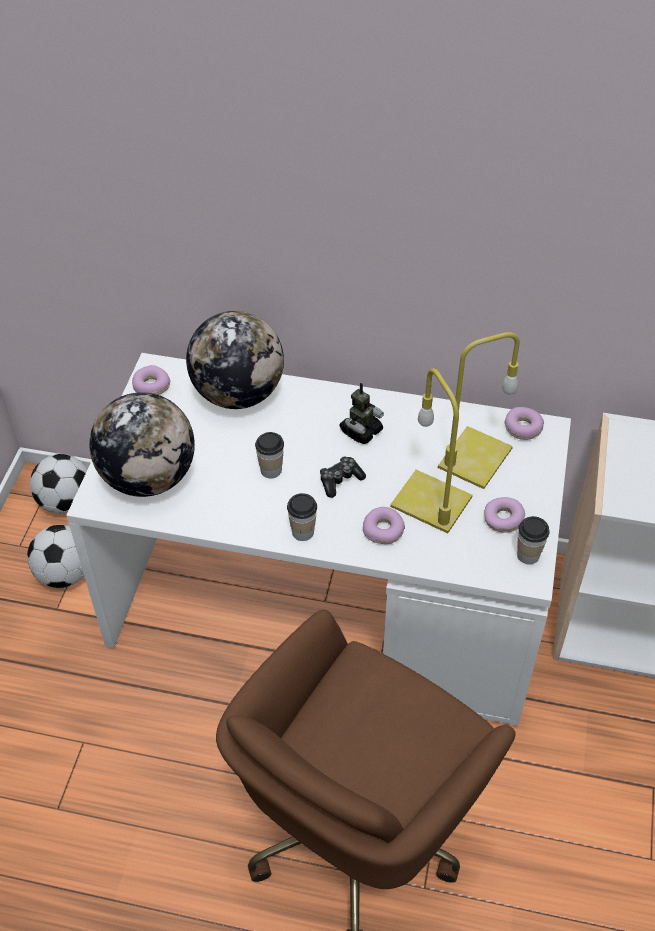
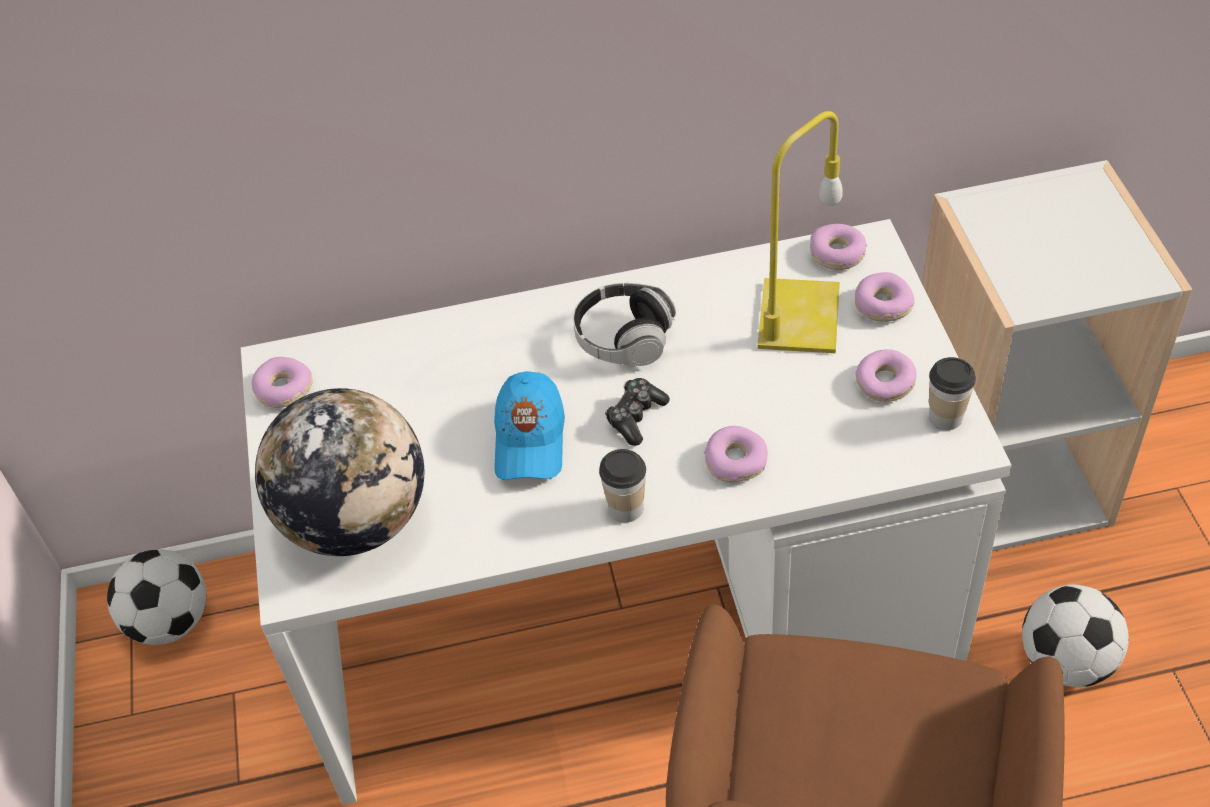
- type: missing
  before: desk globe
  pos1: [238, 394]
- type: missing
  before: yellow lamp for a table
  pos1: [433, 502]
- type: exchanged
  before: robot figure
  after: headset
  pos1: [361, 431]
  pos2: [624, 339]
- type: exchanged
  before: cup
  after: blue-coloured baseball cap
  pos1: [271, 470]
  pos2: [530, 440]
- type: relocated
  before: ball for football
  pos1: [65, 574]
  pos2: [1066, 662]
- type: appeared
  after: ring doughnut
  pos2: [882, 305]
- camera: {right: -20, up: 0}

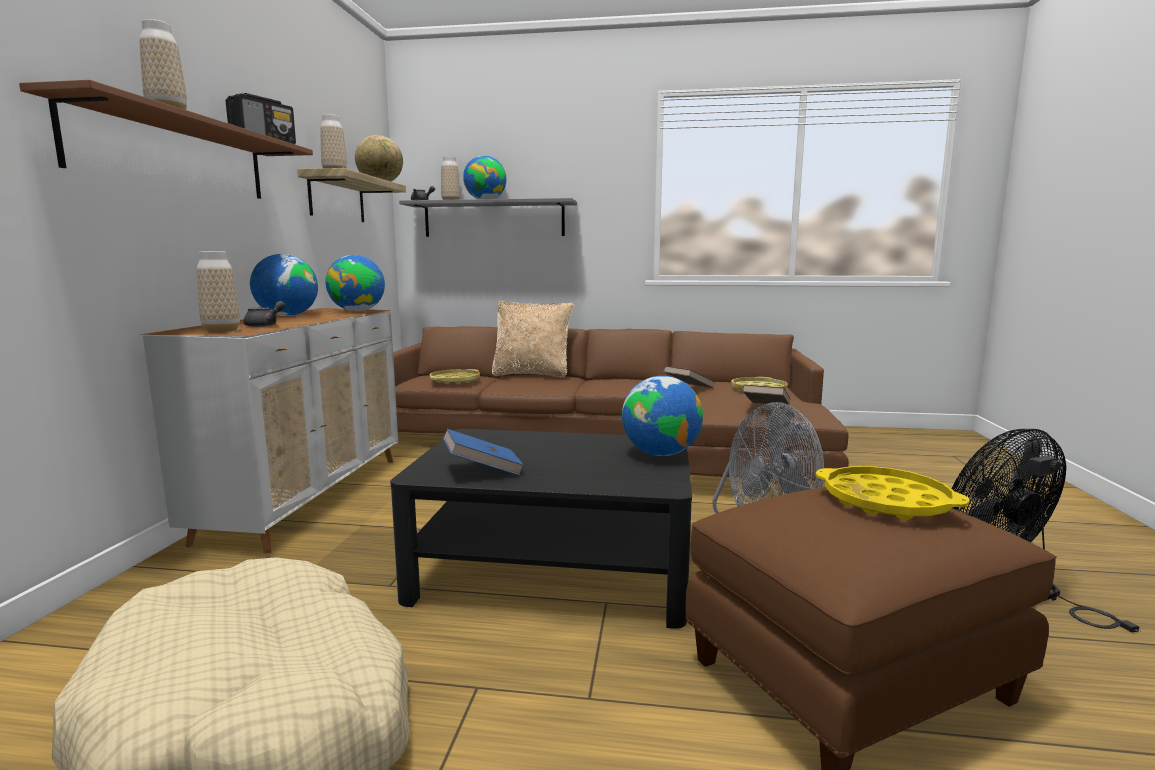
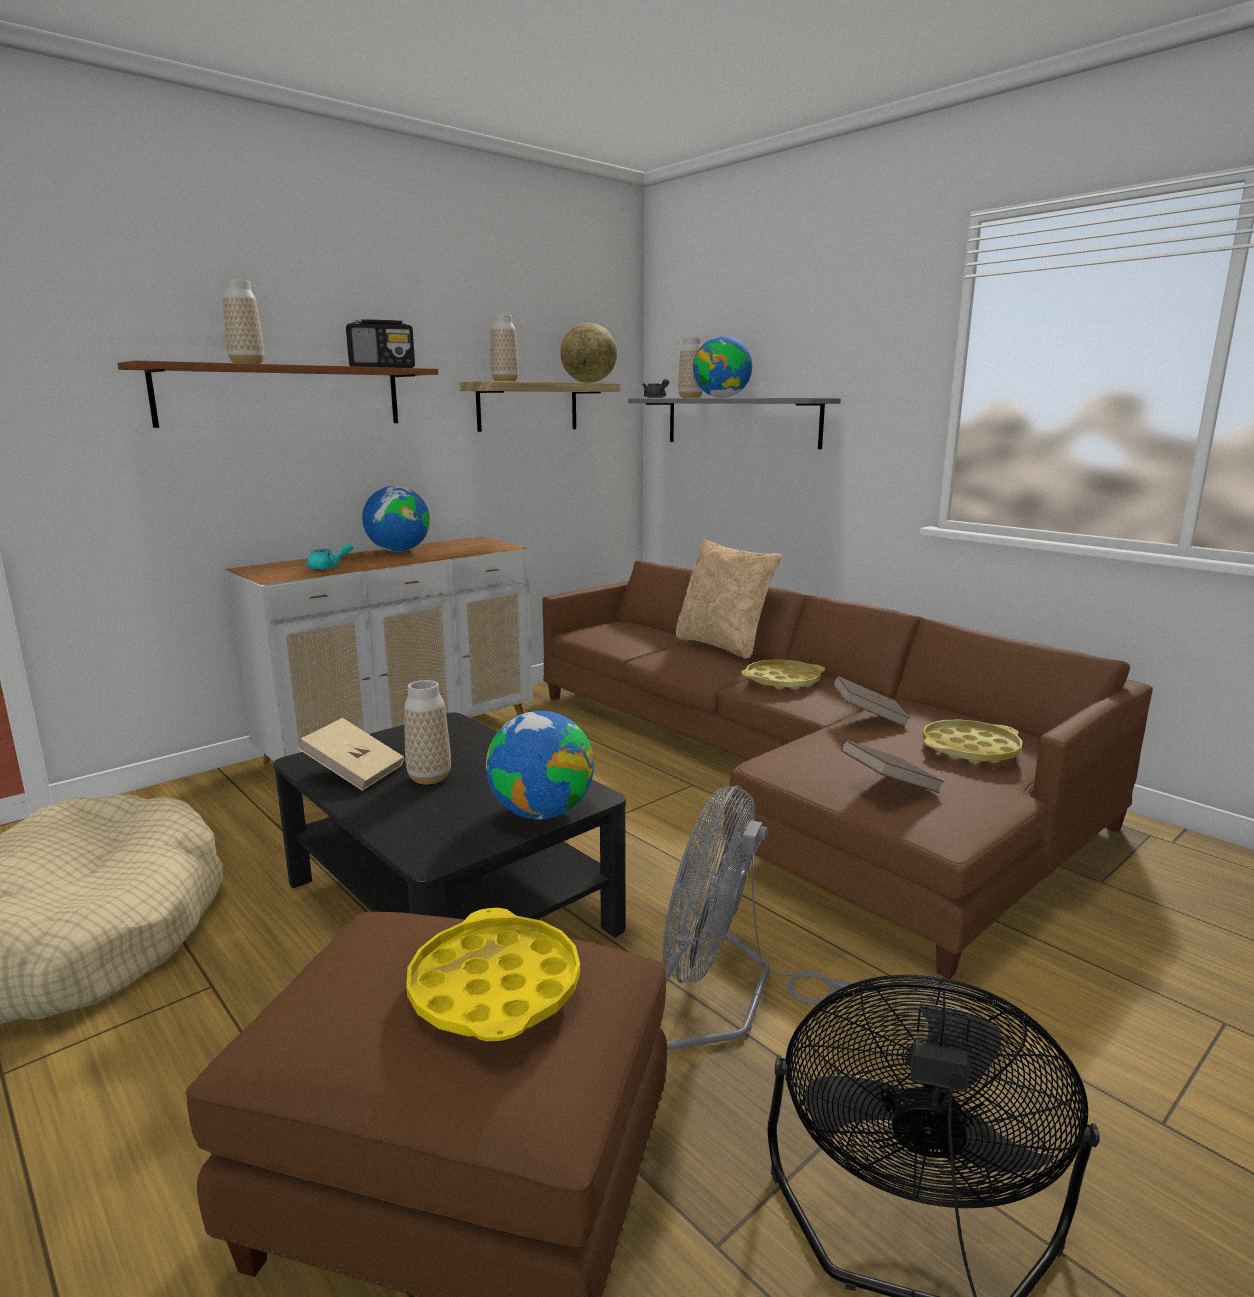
- type: relocated
  before: vase
  pos1: [221, 330]
  pos2: [429, 778]
- type: missing
  before: desk globe
  pos1: [357, 311]
- type: colour
  before: greyish teapot
  after: blue-green teapot
  pos1: [265, 325]
  pos2: [328, 568]
- type: relocated
  before: yellow carrying tray
  pos1: [455, 381]
  pos2: [782, 681]
- type: colour
  before: blue-coloured book
  after: beige book
  pos1: [483, 470]
  pos2: [354, 772]
- camera: {right: 40, up: 5}

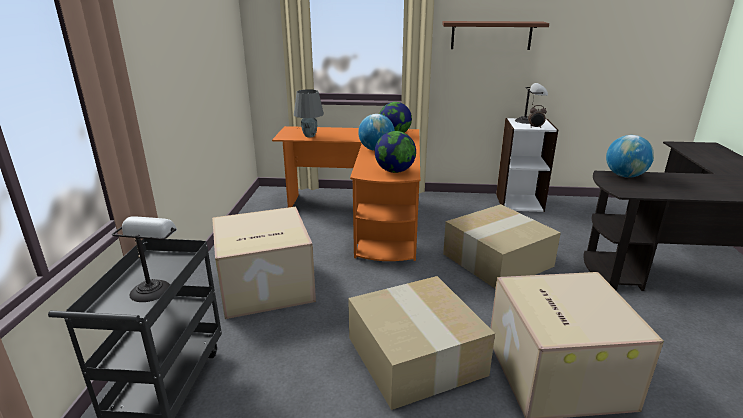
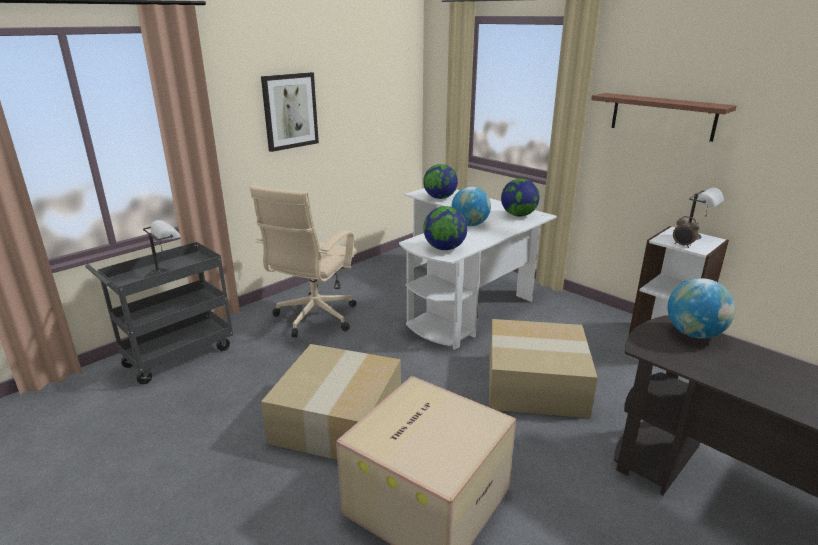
- type: exchanged
  before: greyish lamp for a table
  after: desk globe
  pos1: [310, 136]
  pos2: [440, 198]
- type: colour
  before: orangey desk table
  after: white desk table
  pos1: [364, 218]
  pos2: [467, 295]
- type: exchanged
  before: packing box
  after: beige desk chair
  pos1: [264, 287]
  pos2: [313, 319]
- type: appeared
  after: wall art
  pos2: [290, 111]
- camera: {right: 40, up: 0}

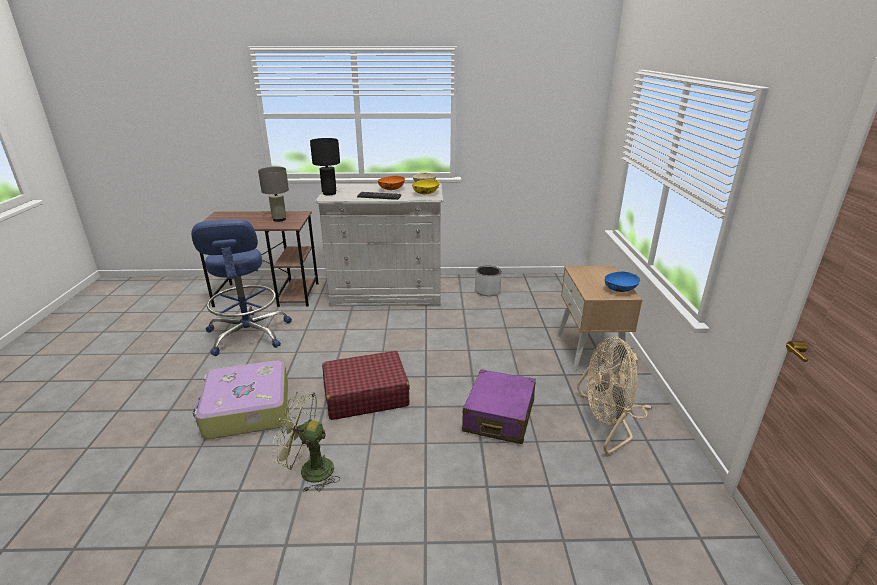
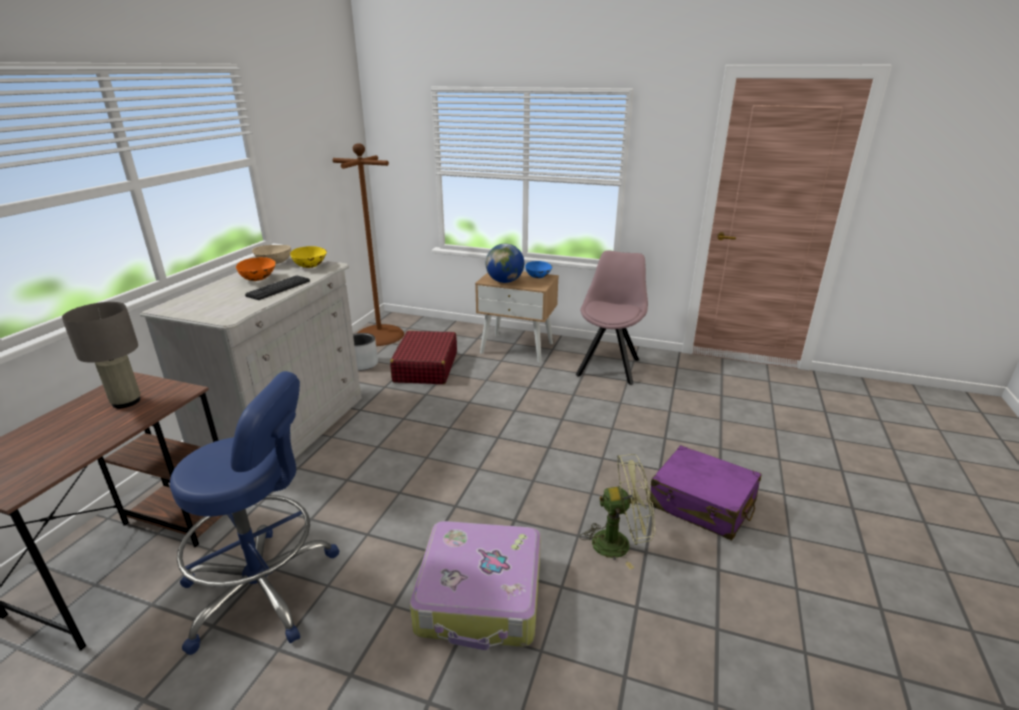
- type: missing
  before: black lamp for a table
  pos1: [329, 193]
- type: exchanged
  before: beige fan
  after: pinkish plain chair
  pos1: [610, 421]
  pos2: [609, 367]
- type: relocated
  before: red suitcase
  pos1: [365, 395]
  pos2: [425, 367]
- type: relocated
  before: purple suitcase
  pos1: [499, 416]
  pos2: [702, 504]
- type: spun
  before: greenish fan
  pos1: [309, 470]
  pos2: [619, 543]
  turn: -120
- type: appeared
  after: brown garment rack
  pos2: [379, 335]
- type: appeared
  after: desk globe
  pos2: [505, 281]
- camera: {right: -70, up: 0}

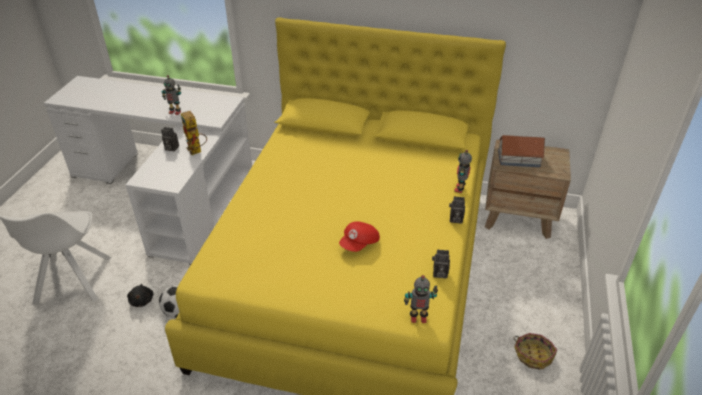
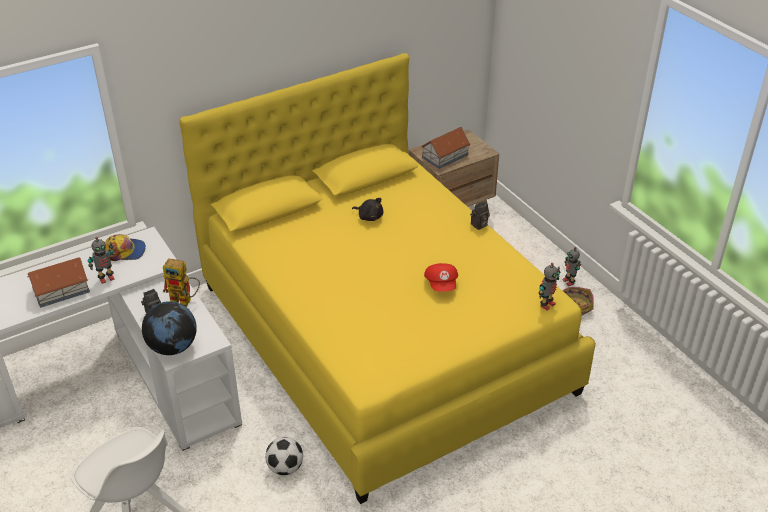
- type: relocated
  before: robot figure
  pos1: [460, 189]
  pos2: [569, 281]
- type: missing
  before: still camera
  pos1: [439, 273]
- type: relocated
  before: black plush toy
  pos1: [142, 300]
  pos2: [369, 216]
- type: appeared
  after: baseball cap
  pos2: [124, 251]
- type: appeared
  after: miniature house
  pos2: [62, 290]
- type: appeared
  after: desk globe
  pos2: [173, 347]
- camera: {right: -45, up: 0}

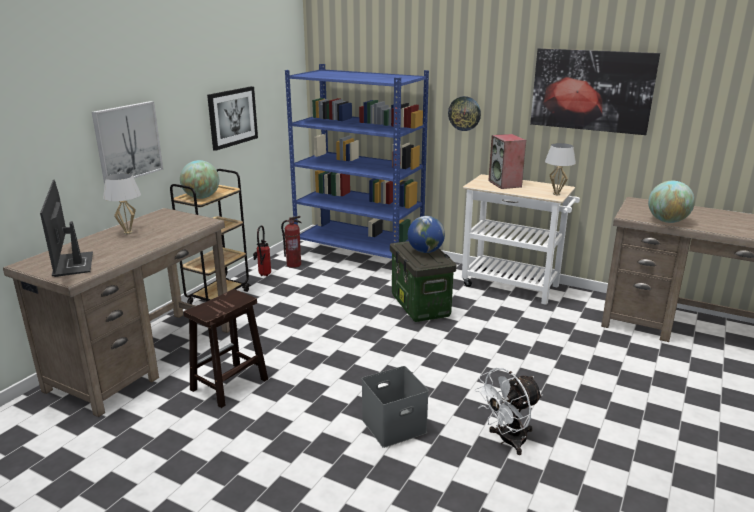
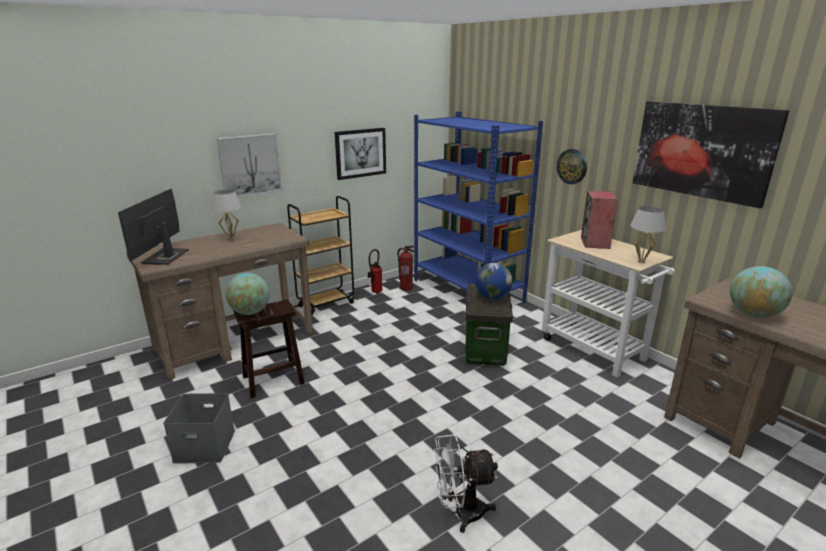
- type: relocated
  before: desk globe
  pos1: [201, 197]
  pos2: [250, 312]
- type: relocated
  before: greyish storage box
  pos1: [394, 425]
  pos2: [206, 445]
- camera: {right: 25, up: 0}

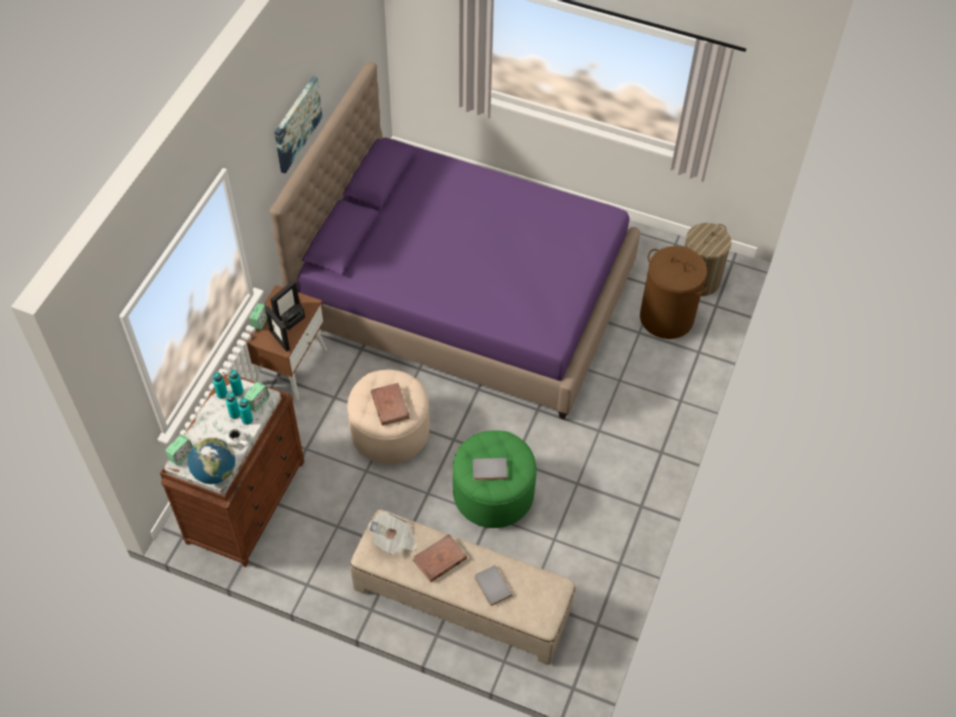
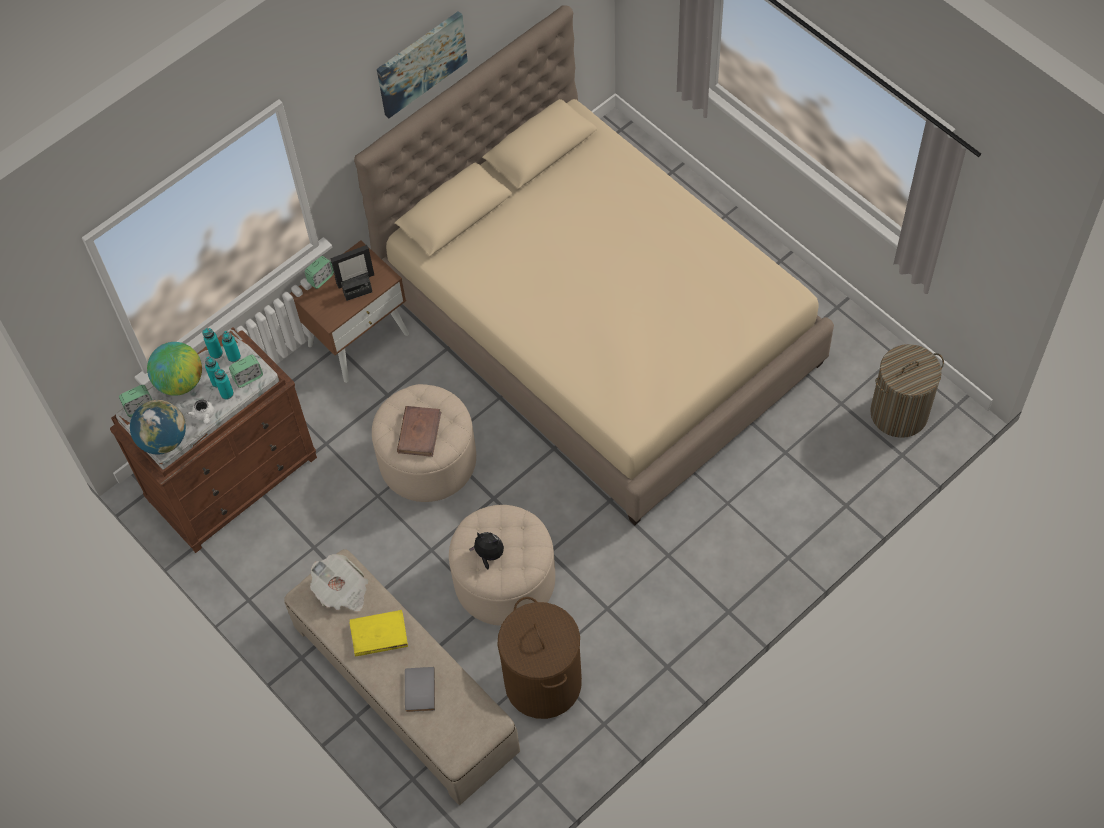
- type: colour
  before: purple sleeping bed
  after: beige sleeping bed
  pos1: [463, 295]
  pos2: [599, 325]
- type: relocated
  before: brown laundry basket
  pos1: [667, 317]
  pos2: [543, 683]
- type: missing
  before: standing frame
  pos1: [280, 340]
- type: colour
  before: greenish footrest
  after: beige footrest
  pos1: [493, 493]
  pos2: [504, 580]
- type: exchanged
  before: greyish book
  after: plush toy
  pos1: [490, 471]
  pos2: [488, 555]
- type: colour
  before: brown book
  after: yellow book
  pos1: [439, 560]
  pos2: [378, 635]
- type: appeared
  after: desk globe
  pos2: [180, 382]
- camera: {right: 30, up: 5}

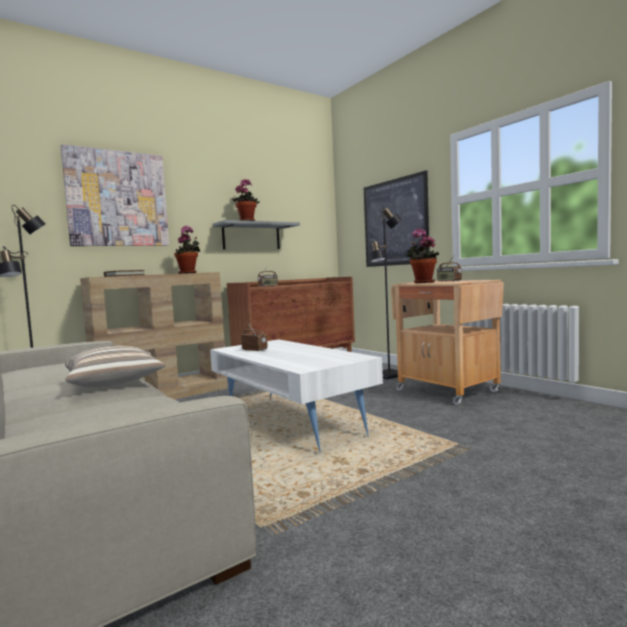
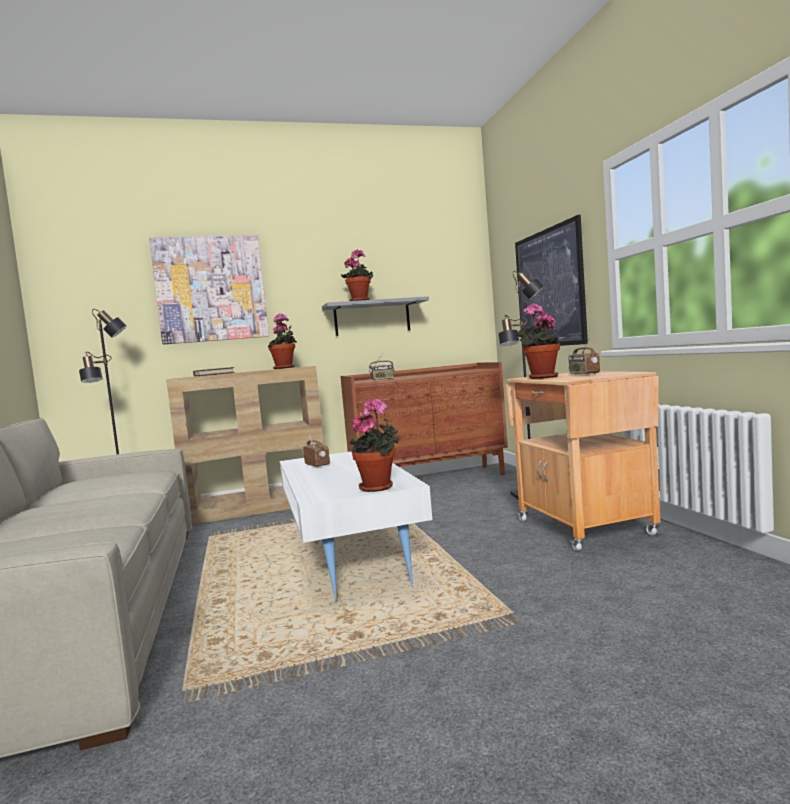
- type: missing
  before: throw pillow
  pos1: [115, 383]
- type: appeared
  after: plant in a pot
  pos2: [379, 487]
- camera: {right: 20, up: 0}

